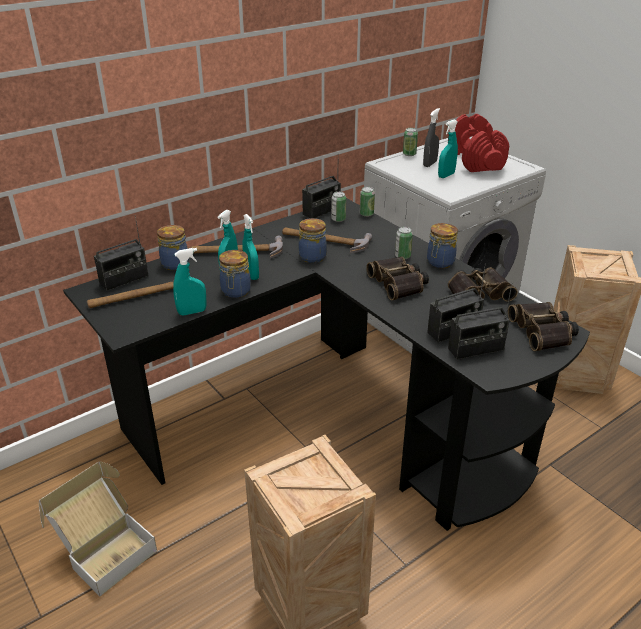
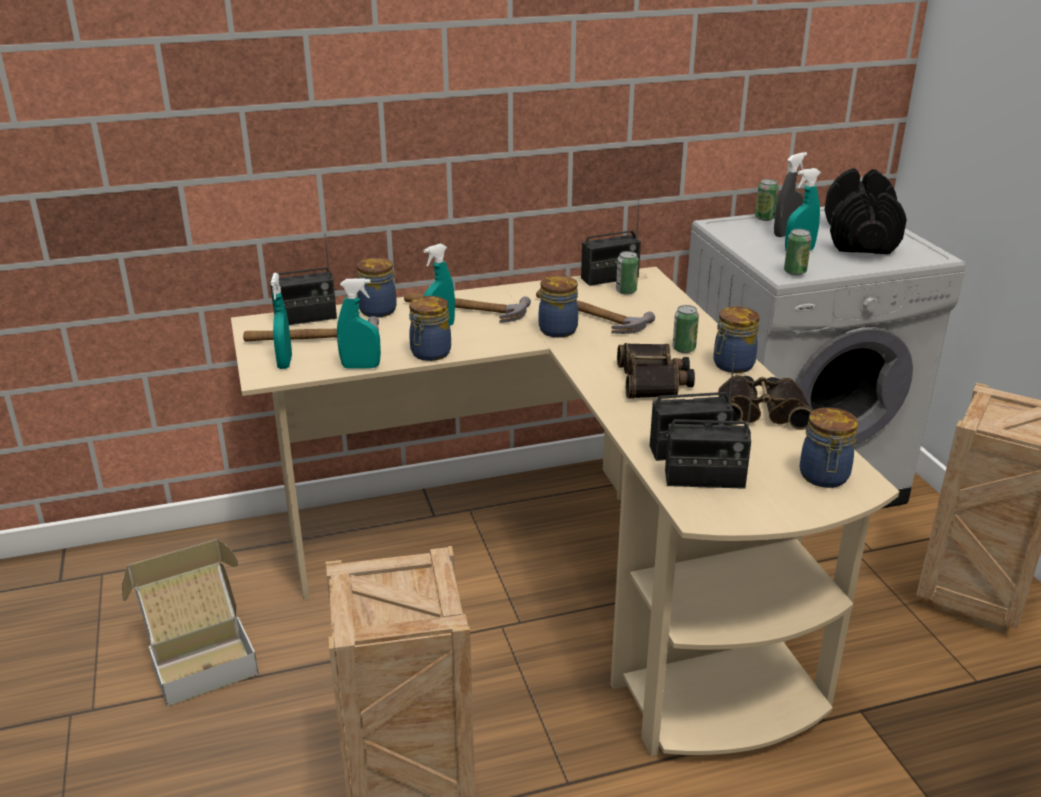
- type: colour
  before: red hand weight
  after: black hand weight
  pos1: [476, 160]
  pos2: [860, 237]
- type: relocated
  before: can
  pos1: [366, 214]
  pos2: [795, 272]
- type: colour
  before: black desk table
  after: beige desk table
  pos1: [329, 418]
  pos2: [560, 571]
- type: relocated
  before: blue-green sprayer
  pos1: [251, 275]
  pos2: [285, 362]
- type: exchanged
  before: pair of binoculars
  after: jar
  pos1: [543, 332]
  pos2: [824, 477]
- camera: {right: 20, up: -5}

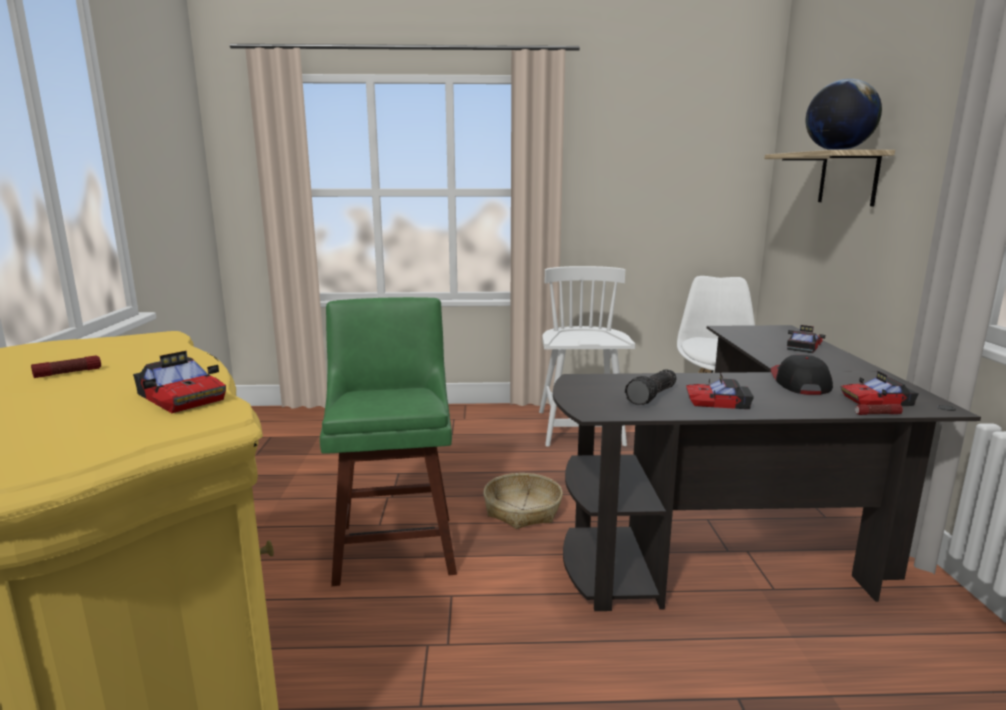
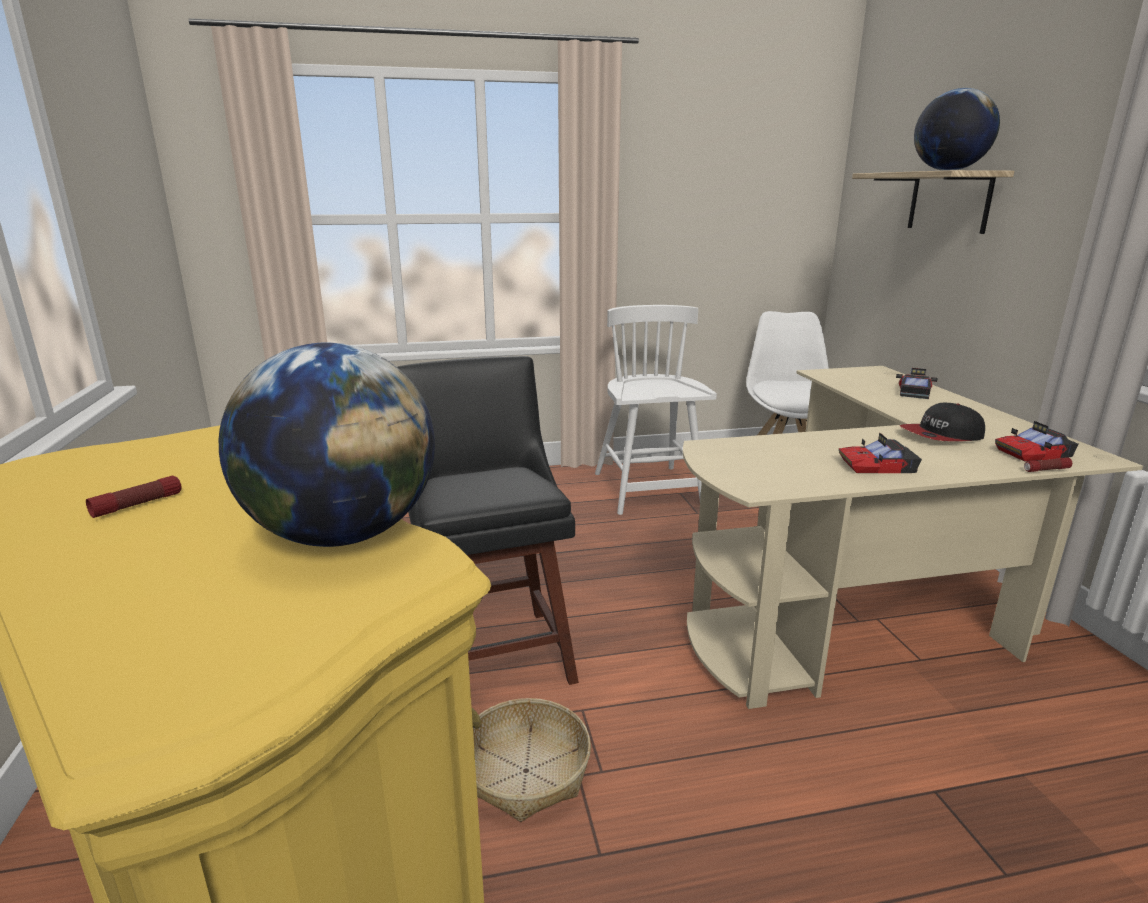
- type: colour
  before: greenish plain chair
  after: black plain chair
  pos1: [396, 544]
  pos2: [493, 652]
- type: colour
  before: black desk table
  after: beige desk table
  pos1: [744, 534]
  pos2: [867, 600]
- type: exchanged
  before: model car
  after: desk globe
  pos1: [181, 397]
  pos2: [343, 534]
- type: spun
  before: baseball cap
  pos1: [799, 382]
  pos2: [941, 435]
  turn: -105
- type: missing
  before: hand torch
  pos1: [653, 396]
- type: relocated
  before: basket
  pos1: [523, 510]
  pos2: [526, 771]
- camera: {right: -10, up: 5}

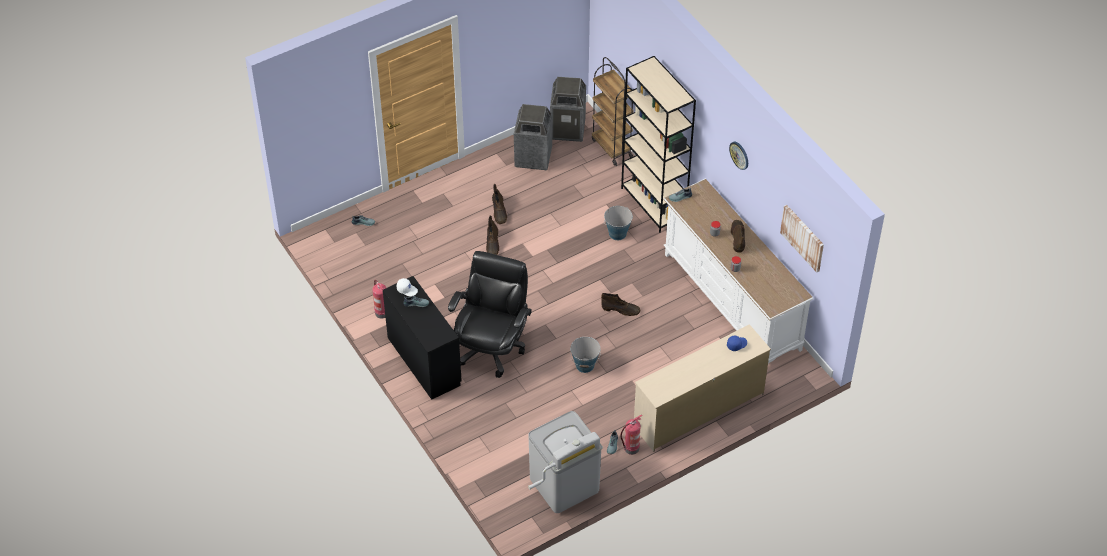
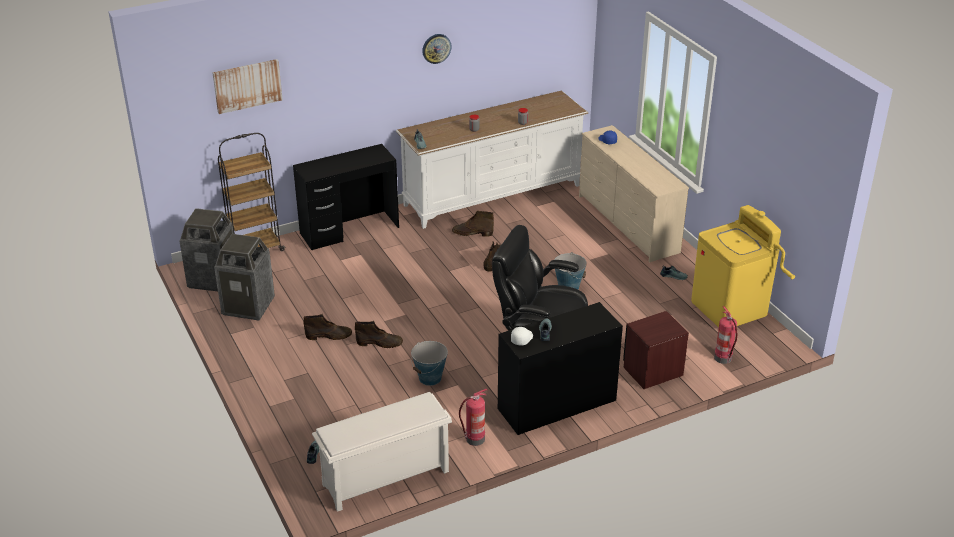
- type: exchanged
  before: beige shelving unit
  after: black desk table
  pos1: [654, 204]
  pos2: [349, 230]
- type: relocated
  before: wall art
  pos1: [803, 237]
  pos2: [247, 85]
- type: relocated
  before: water bucket
  pos1: [617, 233]
  pos2: [430, 378]
- type: relocated
  before: brown boot
  pos1: [737, 237]
  pos2: [472, 233]
- type: colour
  before: greyish washing machine
  after: yellow washing machine
  pos1: [563, 486]
  pos2: [730, 310]
- type: relocated
  before: fire-fighting cylinder
  pos1: [631, 448]
  pos2: [723, 358]
- type: appeared
  after: brown nightstand
  pos2: [652, 371]
- type: appeared
  after: white shoe rack
  pos2: [385, 479]
- camera: {right: -85, up: -15}

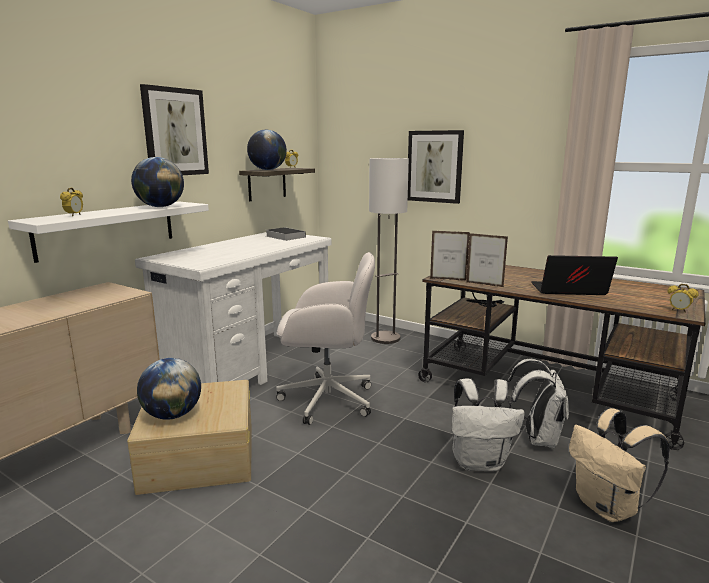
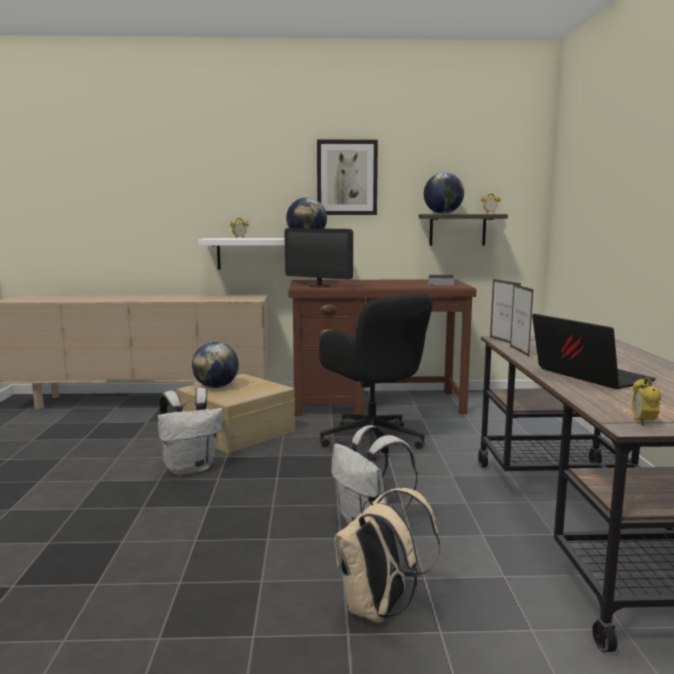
- type: missing
  before: wall art
  pos1: [435, 166]
- type: missing
  before: standard lamp
  pos1: [385, 338]
- type: colour
  before: white desk table
  after: brown desk table
  pos1: [250, 365]
  pos2: [377, 403]
- type: colour
  before: white desk chair
  after: black desk chair
  pos1: [327, 400]
  pos2: [371, 441]
- type: relocated
  before: white rucksack
  pos1: [537, 438]
  pos2: [190, 468]
- type: appeared
  after: computer screen
  pos2: [319, 286]
- camera: {right: 55, up: -5}

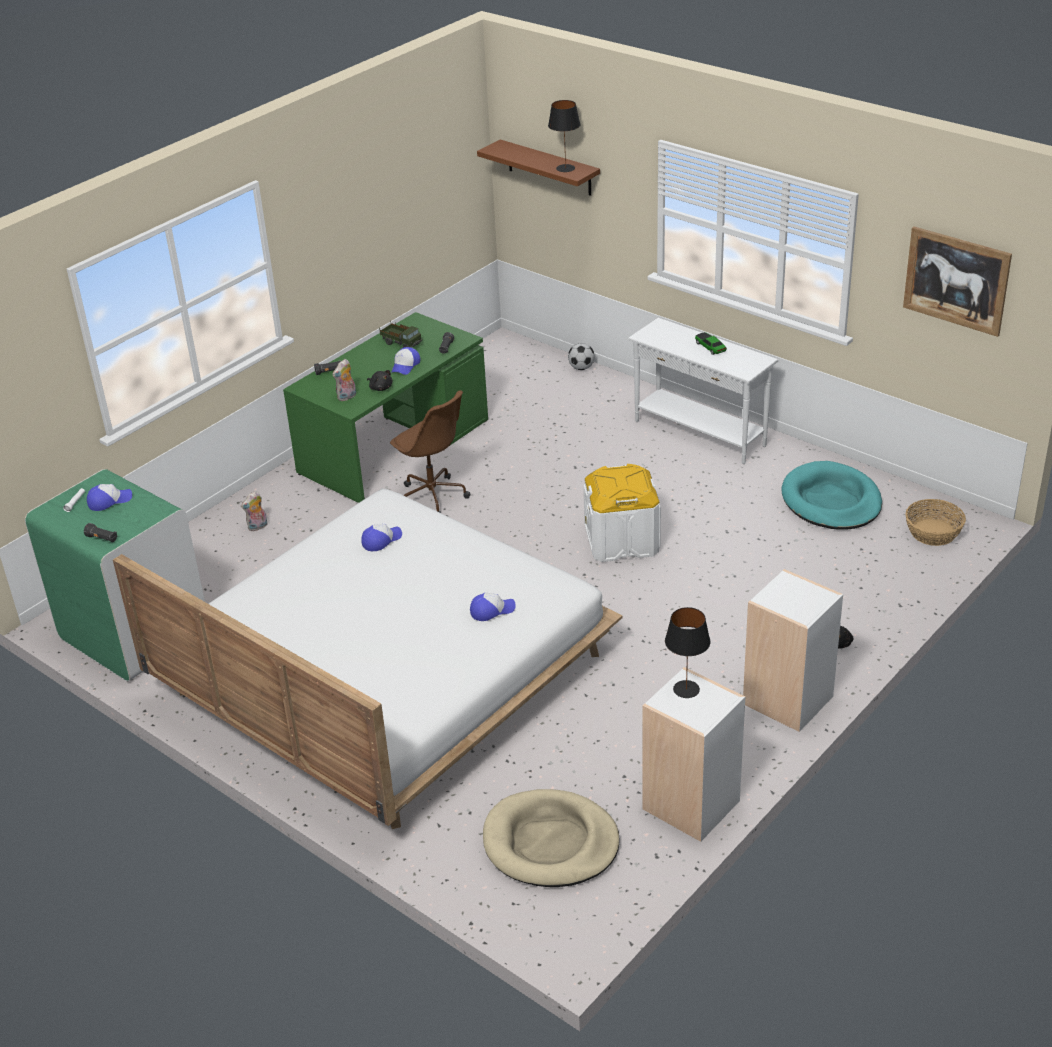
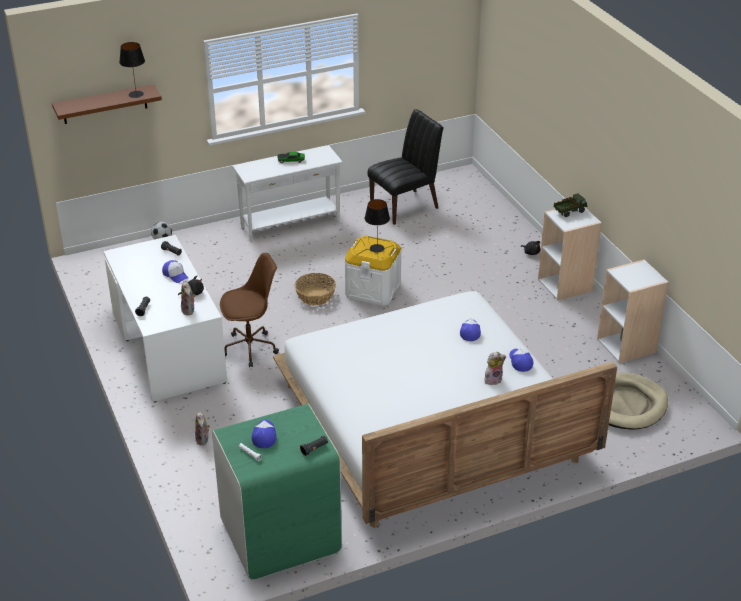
- type: missing
  before: wall art
  pos1: [956, 280]
- type: colour
  before: greenish desk table
  after: white desk table
  pos1: [393, 446]
  pos2: [167, 347]
- type: relocated
  before: model truck
  pos1: [401, 344]
  pos2: [569, 212]
- type: exchanged
  before: blue-green dog cushion
  after: black plain chair
  pos1: [831, 501]
  pos2: [404, 207]
- type: relocated
  before: basket
  pos1: [933, 532]
  pos2: [315, 296]
- type: relocated
  before: baseball cap
  pos1: [381, 540]
  pos2: [520, 361]
- type: relocated
  before: black lamp for a table
  pos1: [685, 689]
  pos2: [376, 248]
- type: appeared
  after: plush toy
  pos2: [493, 379]
- camera: {right: -65, up: 0}

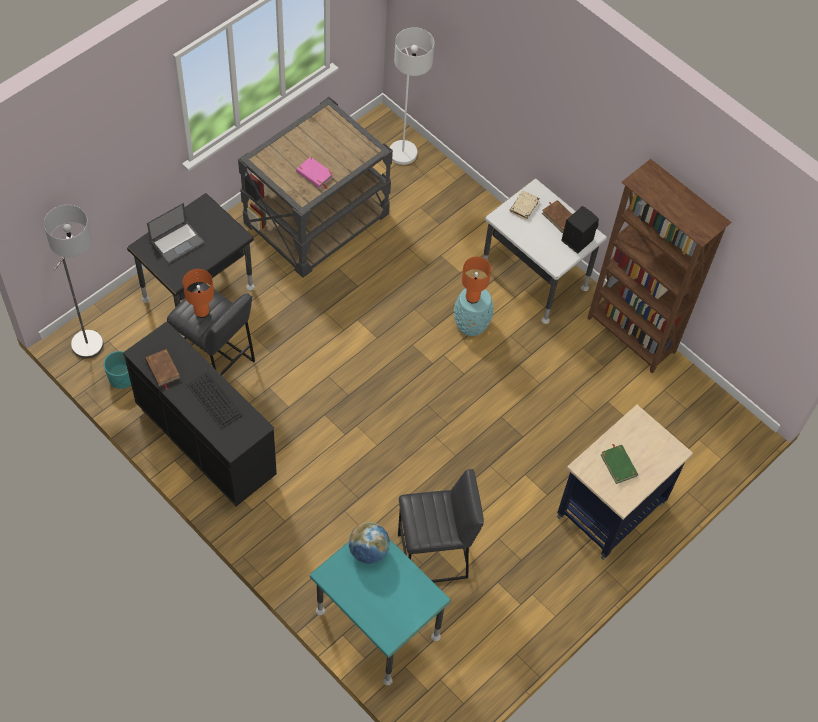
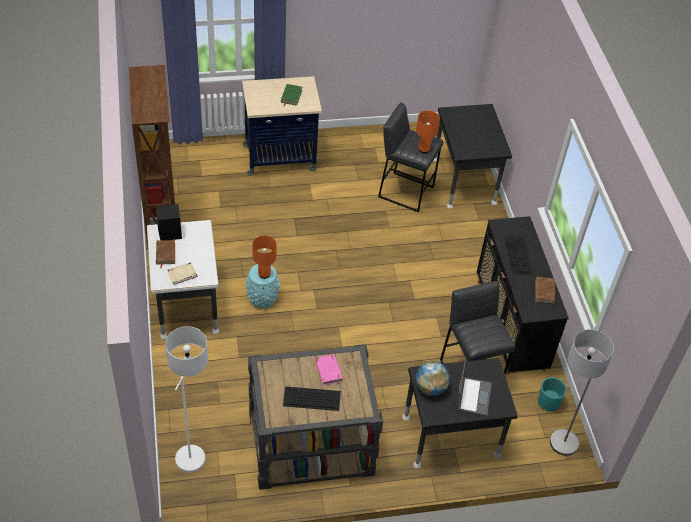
- type: spun
  before: laptop
  pos1: [177, 241]
  pos2: [473, 396]
  turn: 105
- type: relocated
  before: orangey lamp for a table
  pos1: [201, 311]
  pos2: [424, 149]
- type: relocated
  before: desk globe
  pos1: [368, 551]
  pos2: [430, 387]
- type: colour
  before: blue-green desk table
  after: black desk table
  pos1: [377, 623]
  pos2: [464, 180]
- type: appeared
  after: PC keyboard
  pos2: [311, 398]
- camera: {right: -145, up: -10}

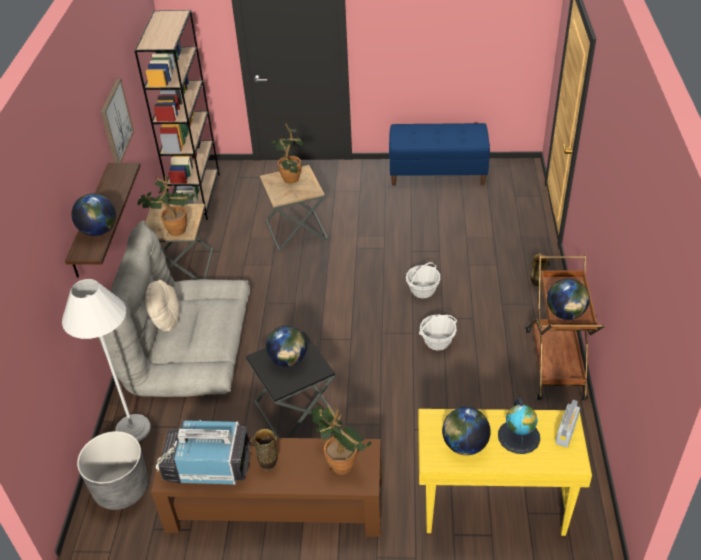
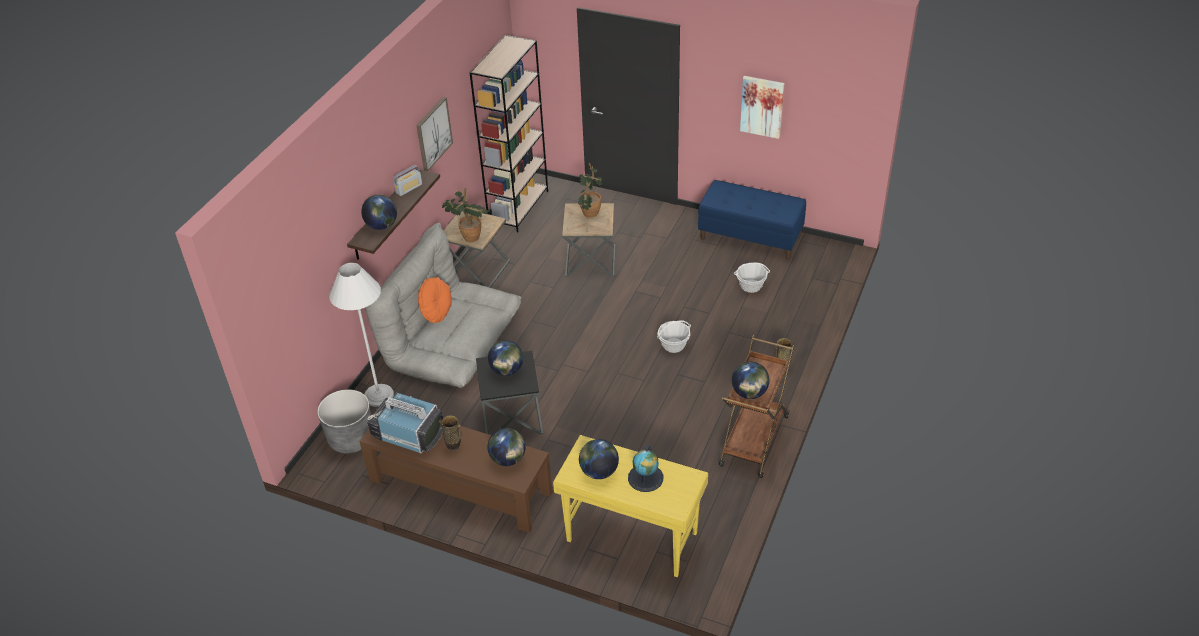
- type: colour
  before: beige throw pillow
  after: orangey throw pillow
  pos1: [167, 321]
  pos2: [437, 314]
- type: relocated
  before: basket
  pos1: [437, 341]
  pos2: [751, 286]
- type: relocated
  before: radio set
  pos1: [566, 431]
  pos2: [409, 188]
- type: exchanged
  before: plant in a pot
  after: desk globe
  pos1: [339, 460]
  pos2: [508, 459]
- type: appeared
  after: wall art
  pos2: [762, 106]
- camera: {right: 20, up: 0}

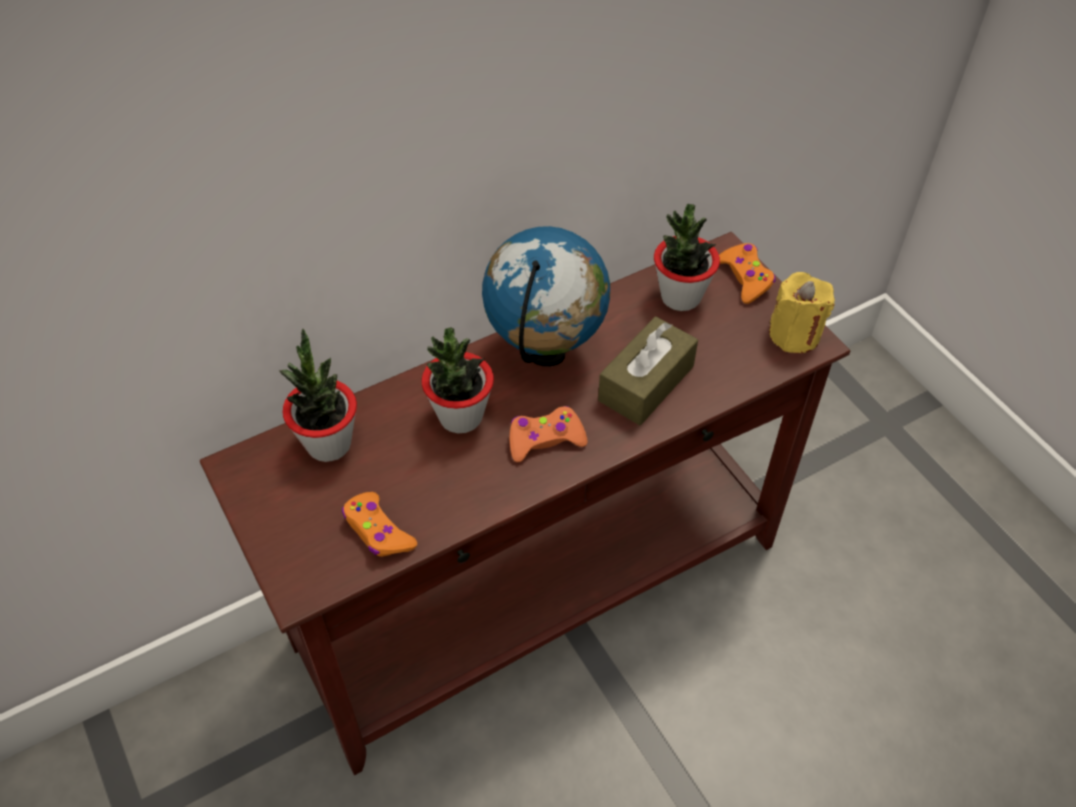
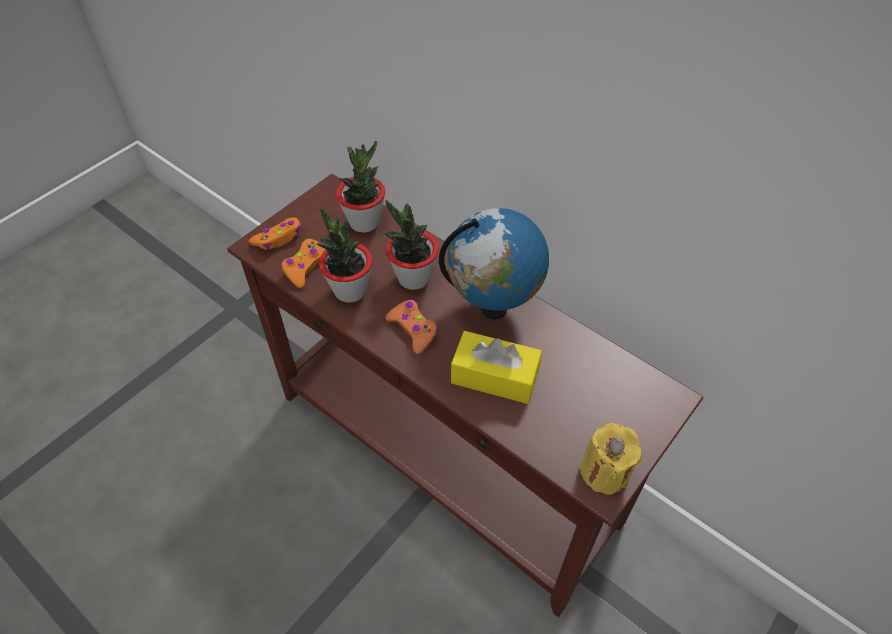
- type: relocated
  before: plant in a pot
  pos1: [680, 297]
  pos2: [350, 290]
- type: relocated
  before: orangey game controller
  pos1: [745, 278]
  pos2: [278, 238]
- type: colour
  before: brown box of tissues
  after: yellow box of tissues
  pos1: [646, 383]
  pos2: [495, 376]
- camera: {right: 70, up: 0}

